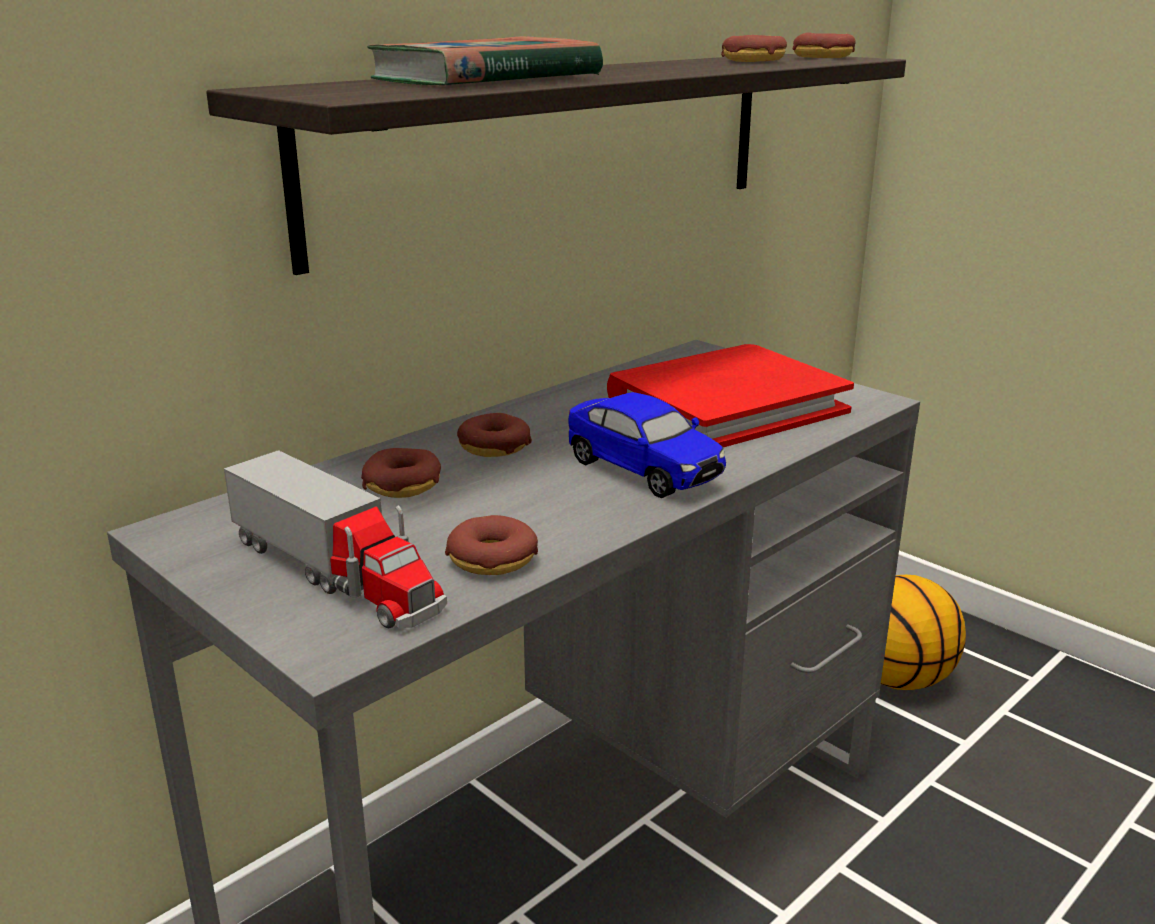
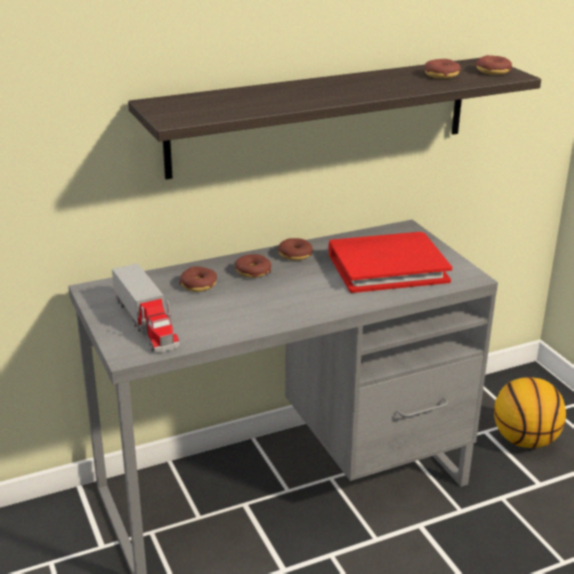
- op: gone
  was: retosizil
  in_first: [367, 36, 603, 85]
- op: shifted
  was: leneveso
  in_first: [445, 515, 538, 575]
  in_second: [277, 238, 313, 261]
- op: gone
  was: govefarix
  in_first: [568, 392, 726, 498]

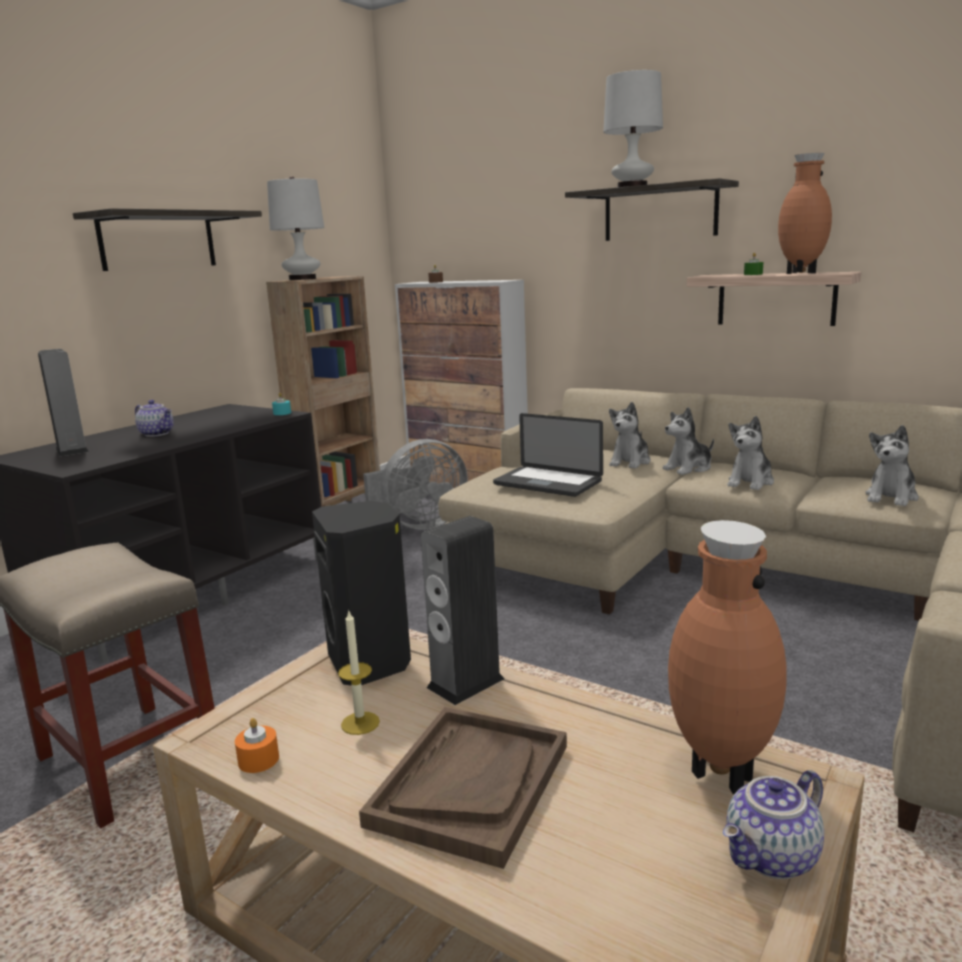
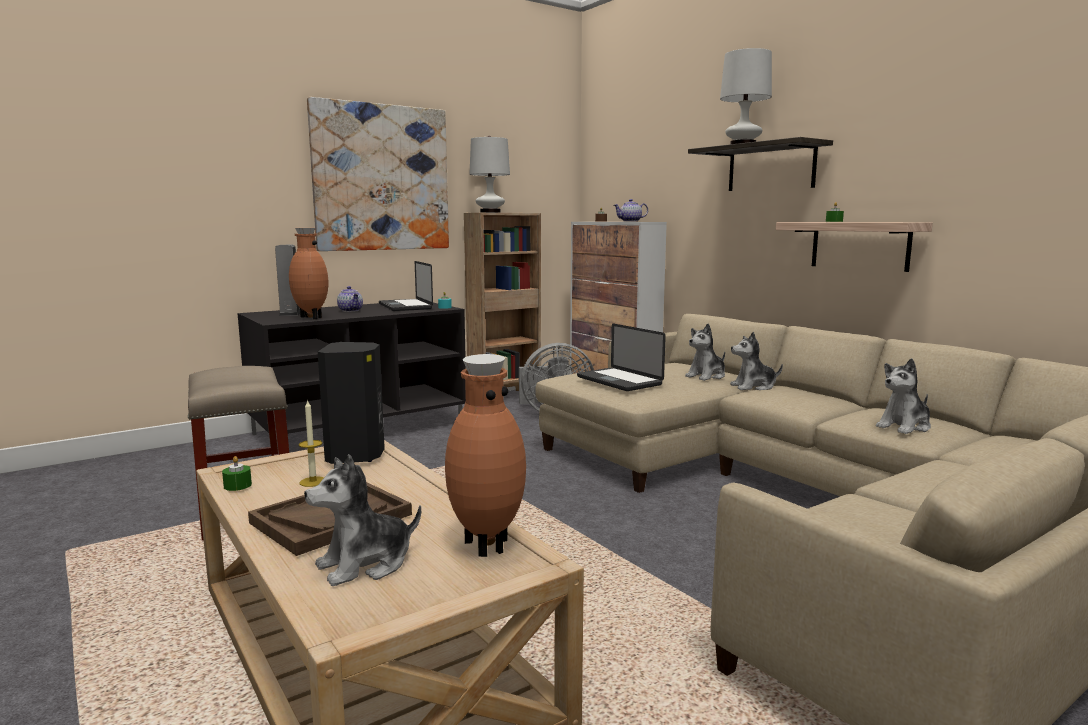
- op: swapped
  was: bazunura
  now: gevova
  in_first: [73, 208, 262, 271]
  in_second: [307, 97, 449, 251]
- op: repainted
  was: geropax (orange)
  now: geropax (green)
  in_first: [235, 718, 279, 773]
  in_second: [222, 456, 252, 491]
- op: gone
  was: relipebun
  in_first: [421, 516, 505, 705]
- op: shifted
  was: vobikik
  in_first: [723, 770, 824, 879]
  in_second: [614, 199, 648, 222]
- op: shifted
  was: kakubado
  in_first: [727, 416, 774, 490]
  in_second: [304, 454, 421, 586]
- op: shifted
  was: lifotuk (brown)
  in_first: [778, 153, 832, 274]
  in_second: [289, 228, 328, 319]
- op: new
  now: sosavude
  in_second: [379, 261, 433, 311]

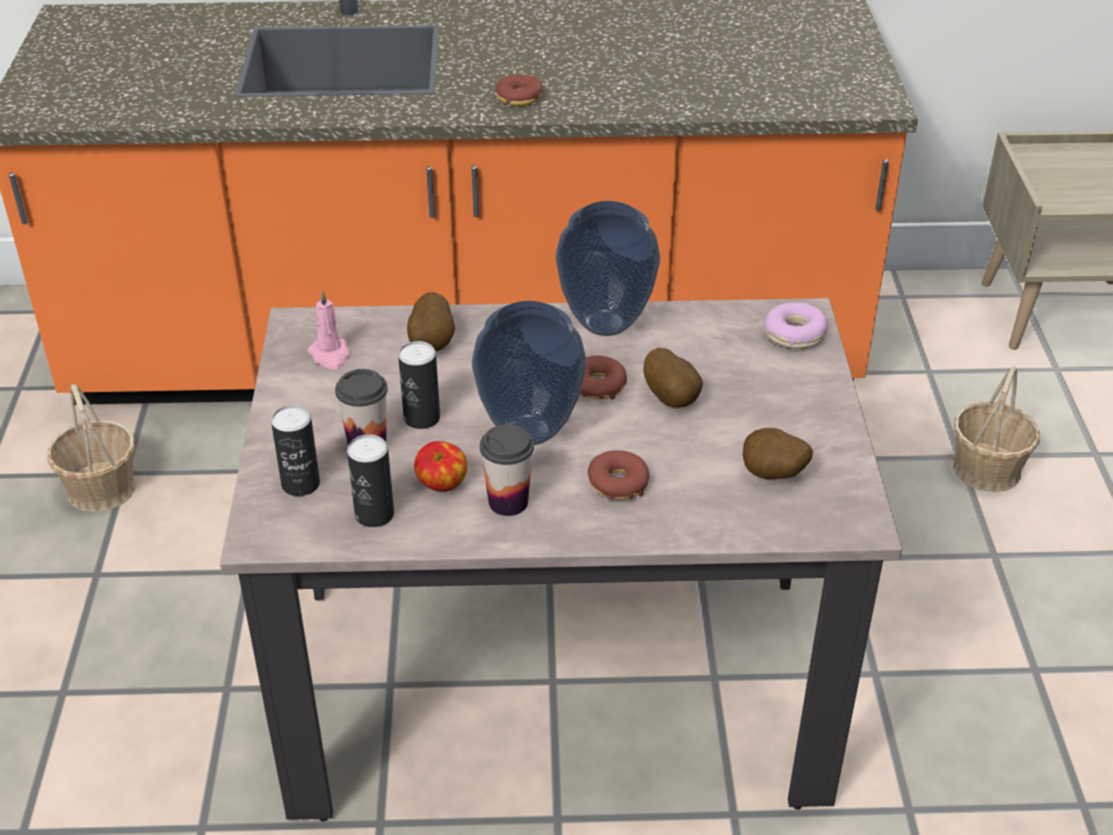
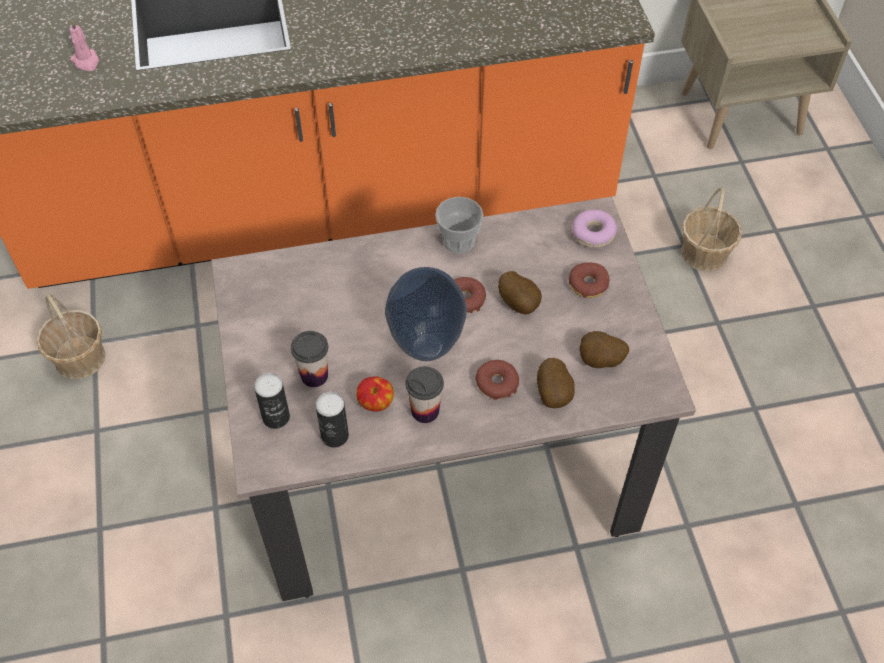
- op: shifted
  was: geropax (pink)
  in_first: [307, 290, 350, 369]
  in_second: [70, 19, 99, 71]
- op: gone
  was: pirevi
  in_first: [398, 341, 440, 429]
- op: shifted
  was: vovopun
  in_first: [407, 292, 455, 351]
  in_second: [537, 358, 575, 408]
- op: shifted
  was: leneveso
  in_first: [495, 75, 543, 106]
  in_second: [569, 263, 609, 298]
- op: swapped
  was: lifotuk
  now: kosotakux
  in_first: [556, 201, 660, 336]
  in_second: [435, 197, 484, 254]

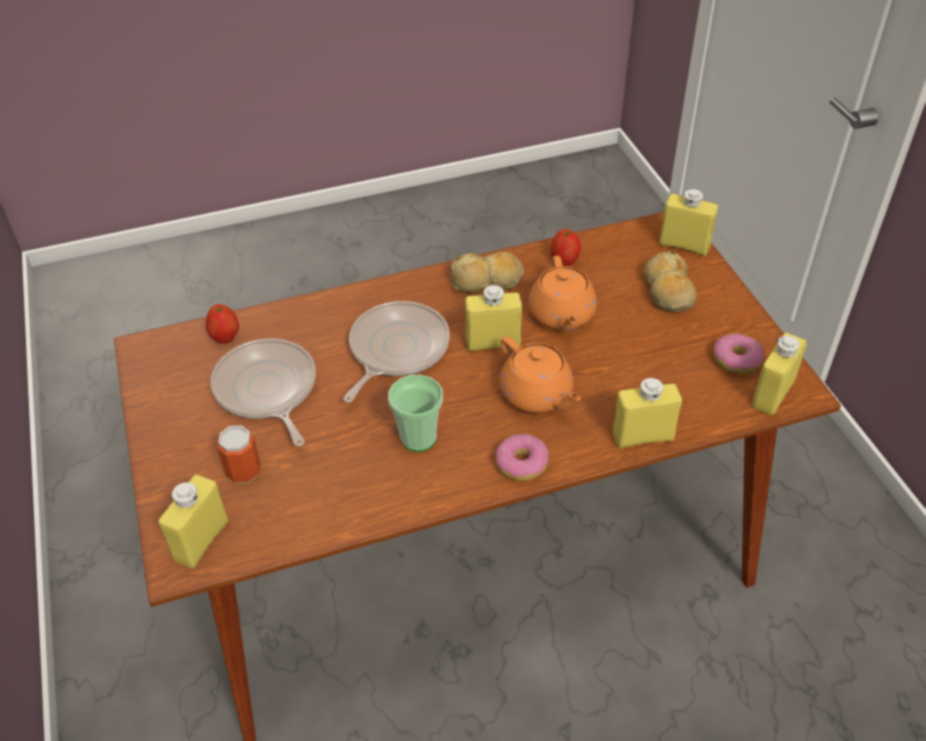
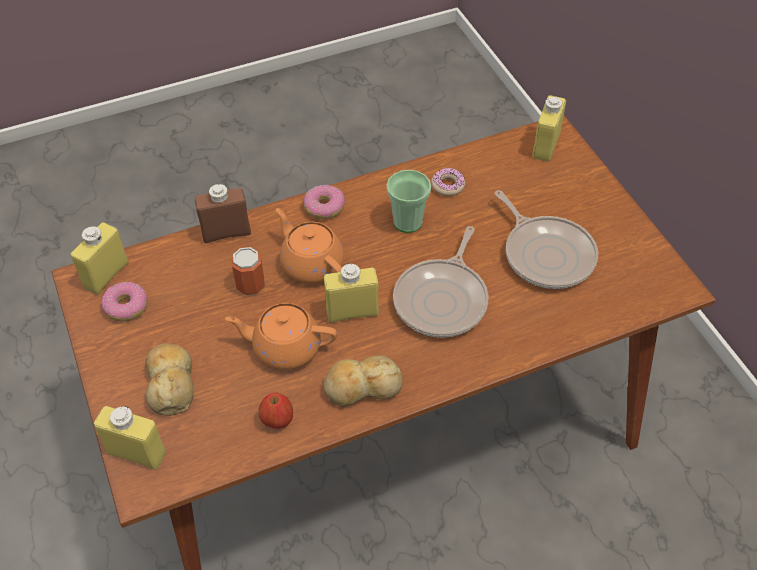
- op: gone
  was: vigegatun
  in_first: [206, 304, 239, 344]
- op: shifted
  was: pirevi
  in_first: [217, 425, 261, 483]
  in_second: [232, 247, 265, 296]
- op: rotated
  was: vobikik (orange)
  in_first: [528, 255, 597, 331]
  in_second: [225, 303, 337, 370]
  clockwise: -75
- op: repainted
  was: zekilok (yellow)
  now: zekilok (brown)
  in_first: [613, 378, 682, 448]
  in_second: [195, 183, 251, 243]
- op: new
  now: leneveso
  in_second: [431, 168, 465, 196]

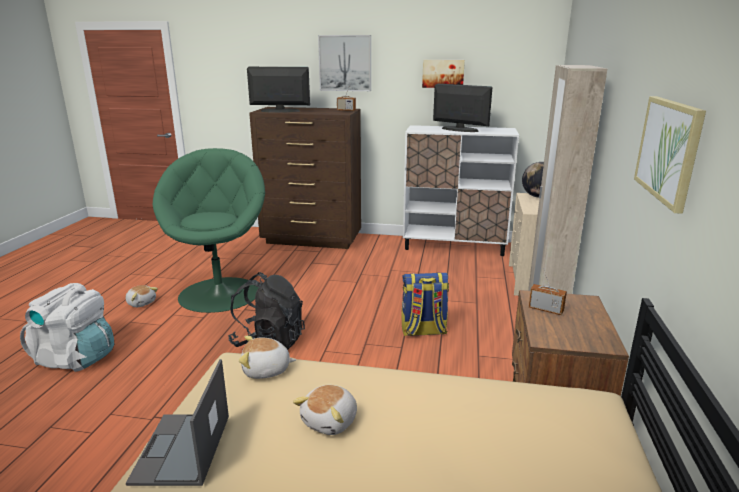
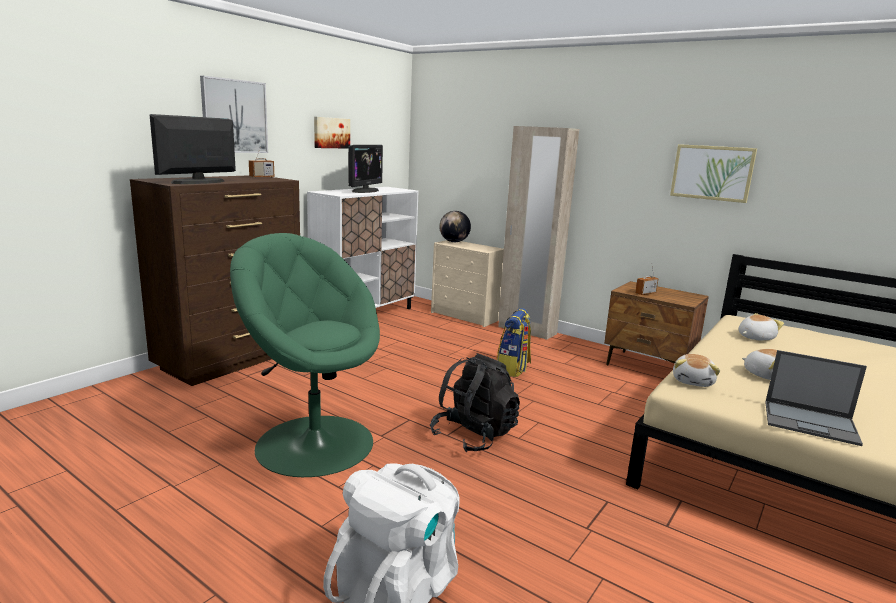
- op: shifted
  was: kakubado
  in_first: [125, 285, 158, 307]
  in_second: [738, 313, 784, 341]
- op: rotated
  was: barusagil
  in_first: [433, 84, 493, 132]
  in_second: [348, 145, 383, 193]
  clockwise: 135

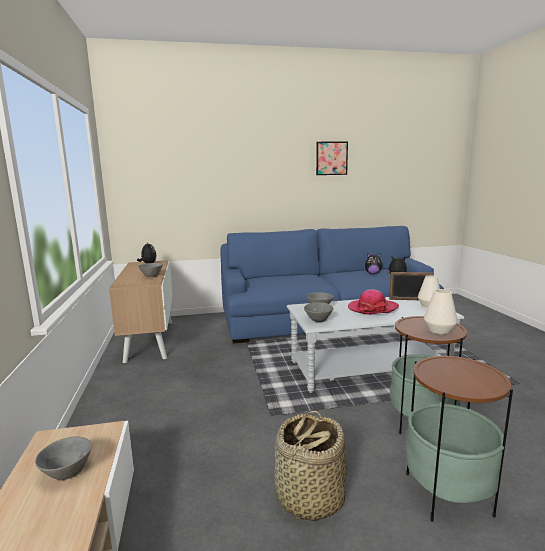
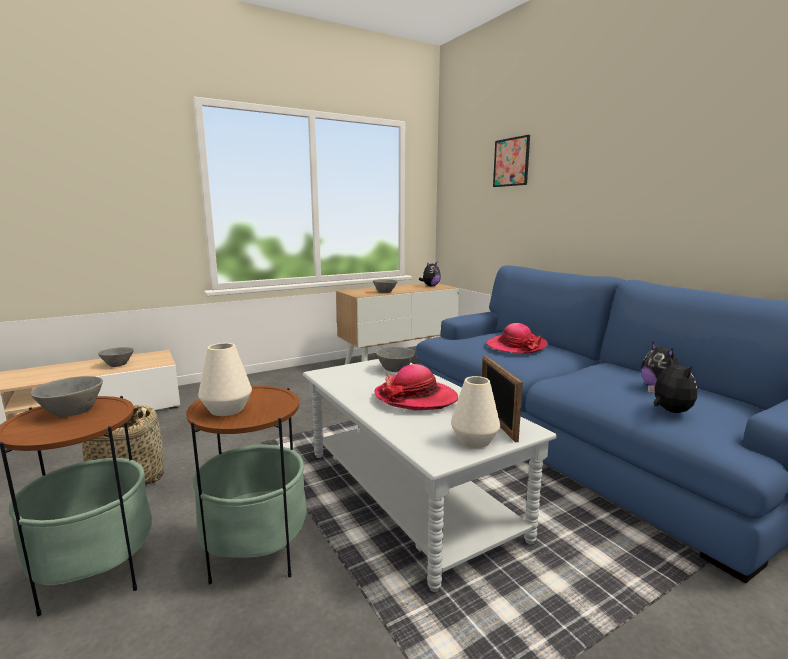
- op: shifted
  was: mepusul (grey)
  in_first: [304, 302, 333, 322]
  in_second: [31, 376, 103, 417]
- op: shifted
  was: gevova
  in_first: [316, 142, 348, 175]
  in_second: [493, 135, 530, 187]
- op: new
  now: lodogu
  in_second: [486, 323, 548, 354]

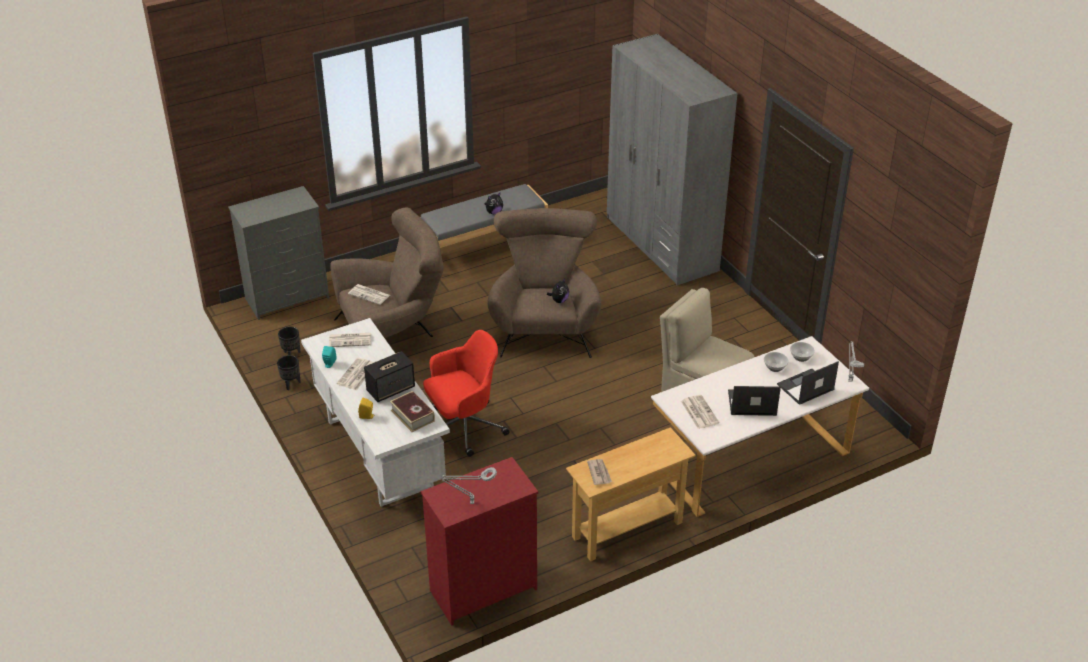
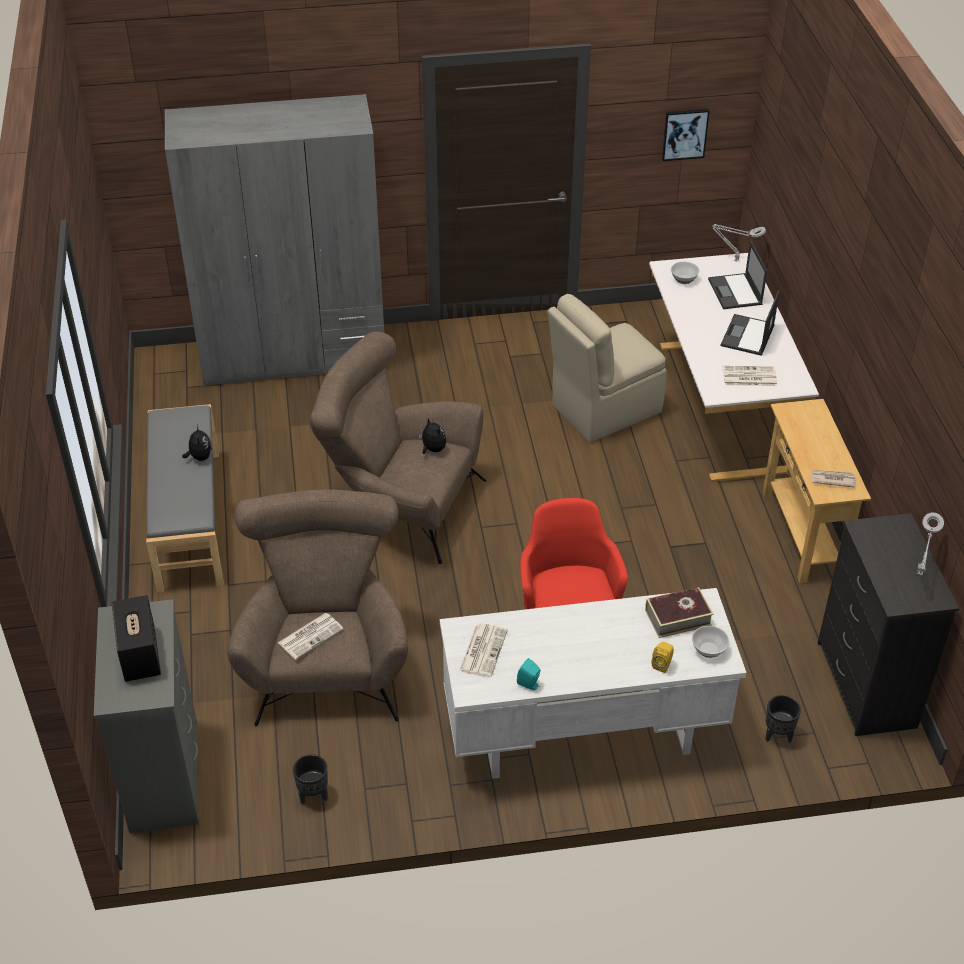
- op: shifted
  was: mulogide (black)
  in_first: [277, 355, 301, 390]
  in_second: [765, 695, 801, 743]
- op: gone
  was: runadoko
  in_first: [337, 358, 374, 390]
- op: shifted
  was: relipebun
  in_first: [364, 351, 415, 402]
  in_second: [112, 595, 161, 682]
- op: repainted
  was: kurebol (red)
  now: kurebol (black)
  in_first: [421, 457, 538, 626]
  in_second: [818, 513, 959, 736]
- op: shifted
  was: mepusul
  in_first: [764, 352, 789, 372]
  in_second: [692, 626, 729, 658]
- op: new
  now: gevova
  in_second: [662, 109, 710, 161]

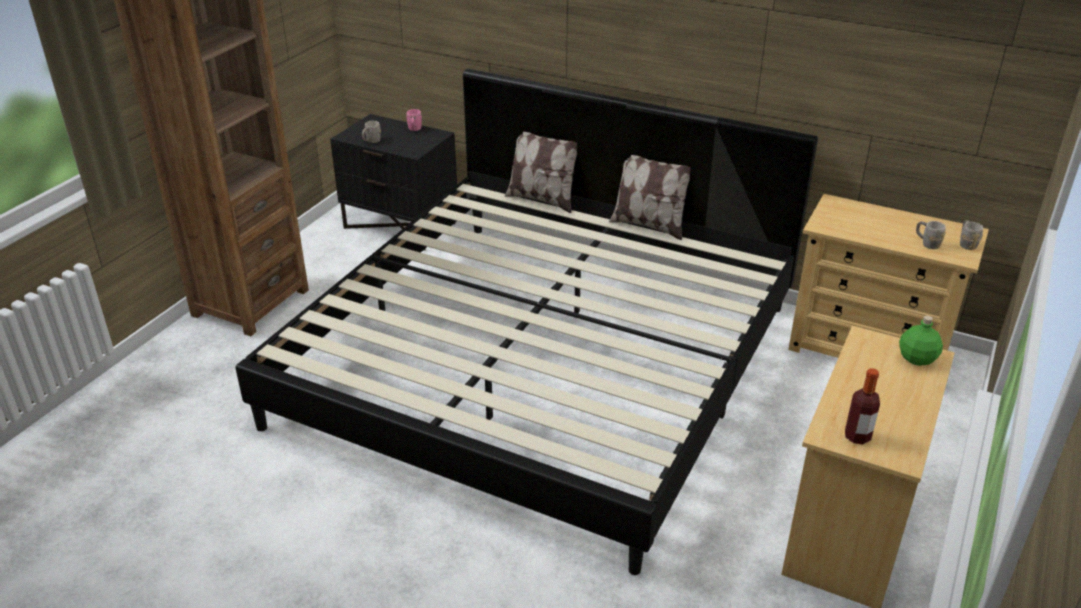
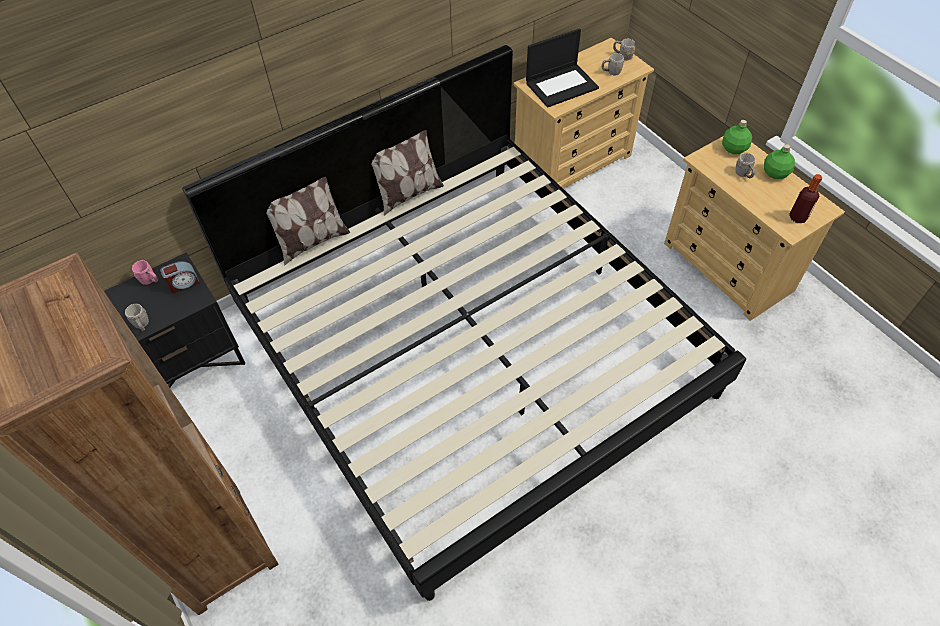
- op: new
  now: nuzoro
  in_second: [160, 261, 200, 293]
- op: new
  now: sosavude
  in_second: [526, 28, 599, 108]
- op: new
  now: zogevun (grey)
  in_second: [735, 153, 755, 178]
- op: new
  now: zekilok (green)
  in_second: [764, 144, 795, 179]

